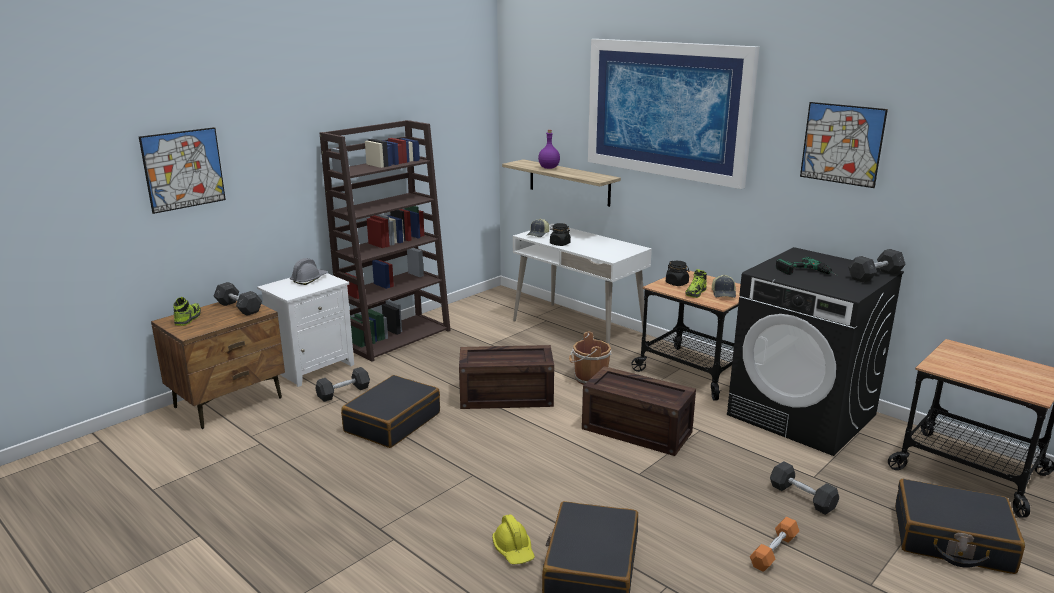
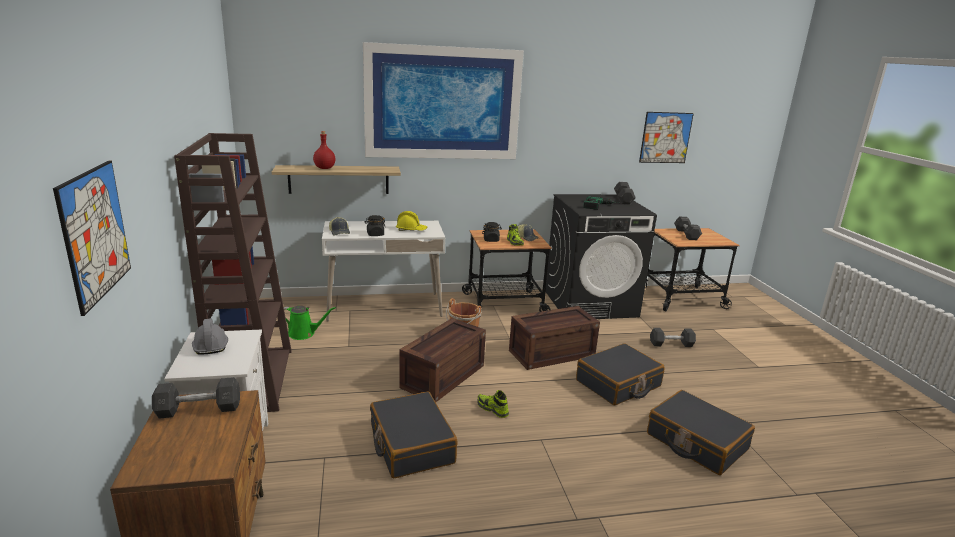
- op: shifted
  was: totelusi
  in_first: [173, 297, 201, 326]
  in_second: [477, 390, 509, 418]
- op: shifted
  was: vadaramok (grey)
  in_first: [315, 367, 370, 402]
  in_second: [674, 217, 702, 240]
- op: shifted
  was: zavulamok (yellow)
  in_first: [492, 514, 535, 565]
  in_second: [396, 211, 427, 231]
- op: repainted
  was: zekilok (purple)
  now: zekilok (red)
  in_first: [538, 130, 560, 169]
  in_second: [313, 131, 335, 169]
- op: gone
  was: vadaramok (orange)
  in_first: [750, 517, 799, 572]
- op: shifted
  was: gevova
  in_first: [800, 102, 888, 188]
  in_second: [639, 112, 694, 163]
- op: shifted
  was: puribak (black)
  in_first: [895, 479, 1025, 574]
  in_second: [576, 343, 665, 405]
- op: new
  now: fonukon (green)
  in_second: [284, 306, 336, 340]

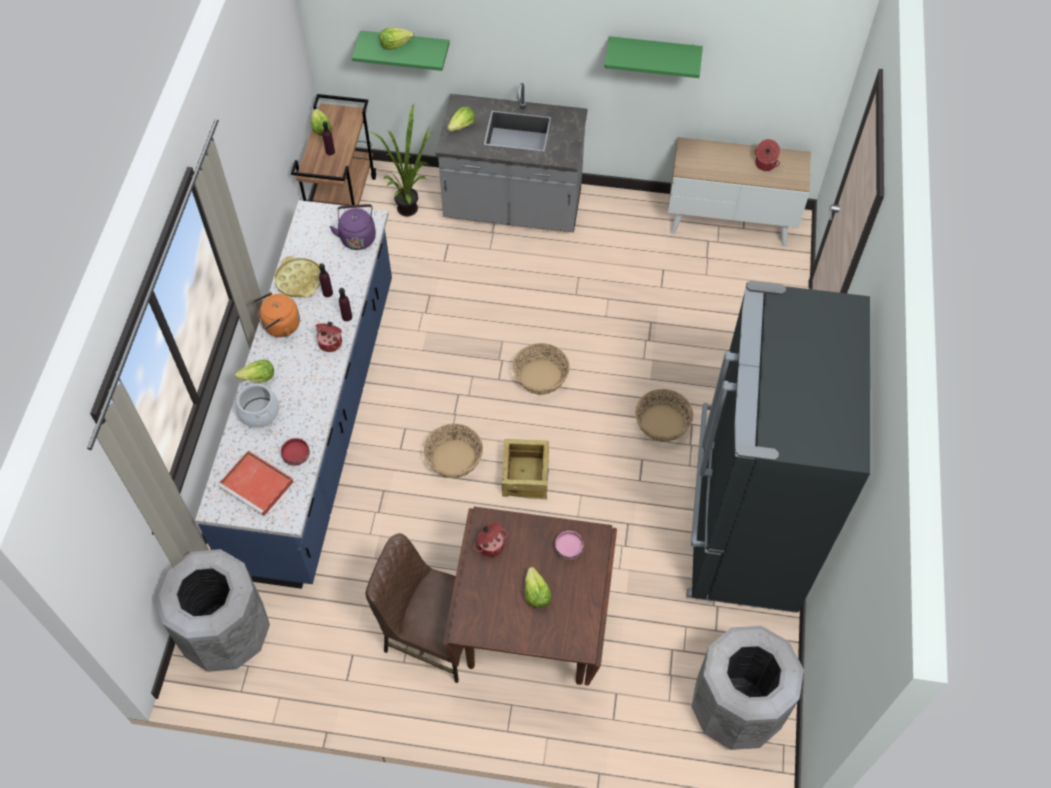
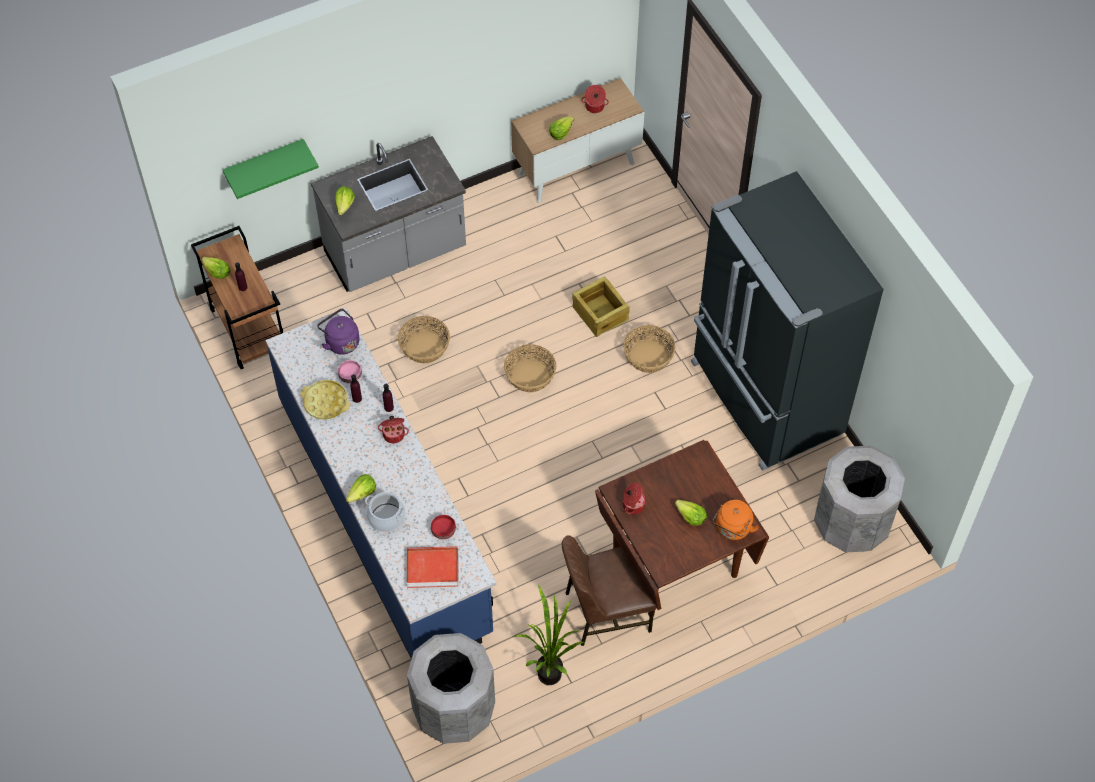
- op: shifted
  was: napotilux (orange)
  in_first: [252, 292, 300, 337]
  in_second: [712, 500, 760, 540]
- op: shifted
  was: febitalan
  in_first: [371, 104, 433, 217]
  in_second: [513, 585, 584, 685]
- op: shifted
  was: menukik
  in_first: [380, 28, 414, 50]
  in_second: [549, 116, 574, 140]
- op: shifted
  was: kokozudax
  in_first: [424, 424, 483, 478]
  in_second: [398, 316, 450, 363]
- op: shifted
  was: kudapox
  in_first: [502, 439, 549, 499]
  in_second: [572, 276, 630, 337]
- op: shifted
  was: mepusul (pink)
  in_first: [555, 531, 584, 560]
  in_second: [338, 360, 362, 383]
- op: gone
  was: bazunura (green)
  in_first: [604, 36, 703, 78]

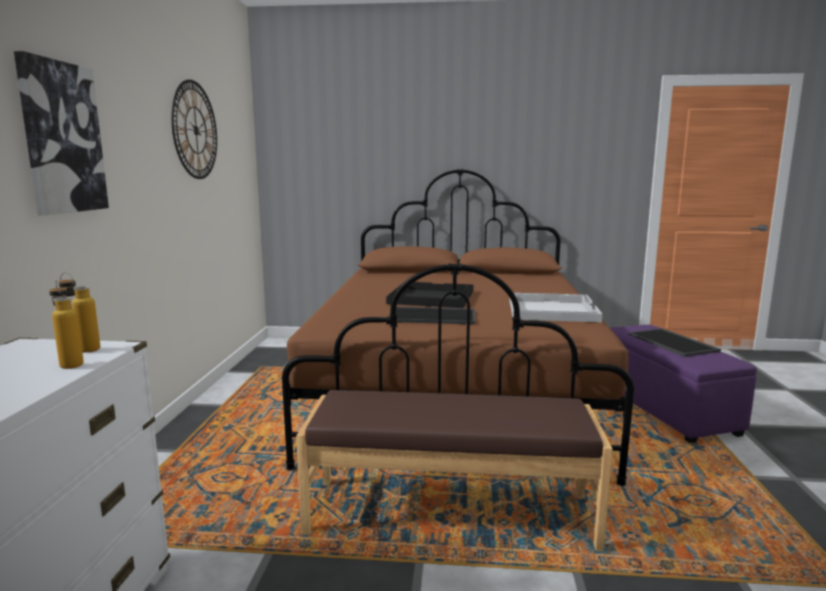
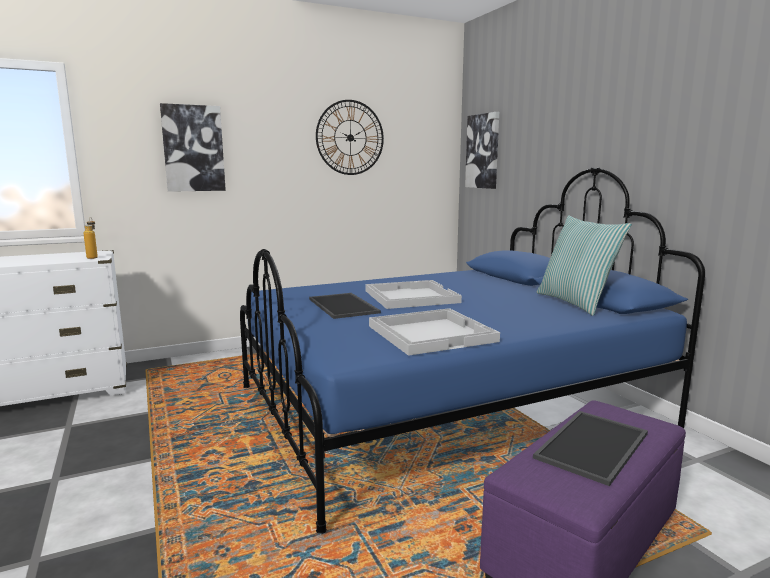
- op: gone
  was: zekilok
  in_first: [49, 280, 84, 369]
- op: repainted
  was: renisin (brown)
  now: renisin (blue)
  in_first: [282, 169, 634, 486]
  in_second: [240, 168, 705, 534]
- op: gone
  was: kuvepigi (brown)
  in_first: [296, 390, 613, 552]
- op: repainted
  was: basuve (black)
  now: basuve (white)
  in_first: [386, 282, 473, 308]
  in_second: [365, 280, 462, 309]
- op: new
  now: gevova
  in_second: [465, 112, 499, 189]
- op: new
  now: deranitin
  in_second: [537, 215, 632, 316]

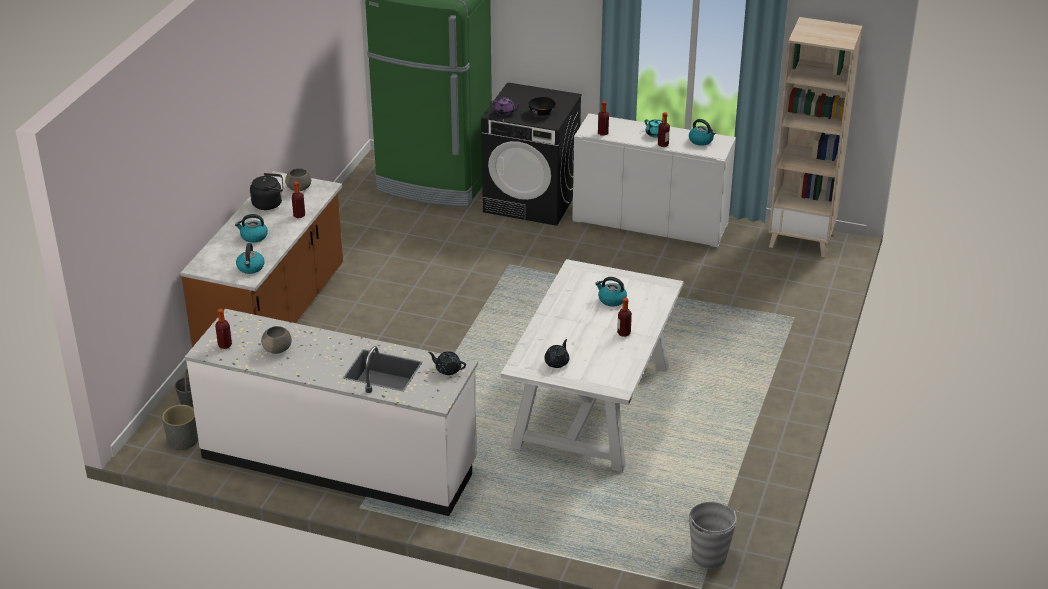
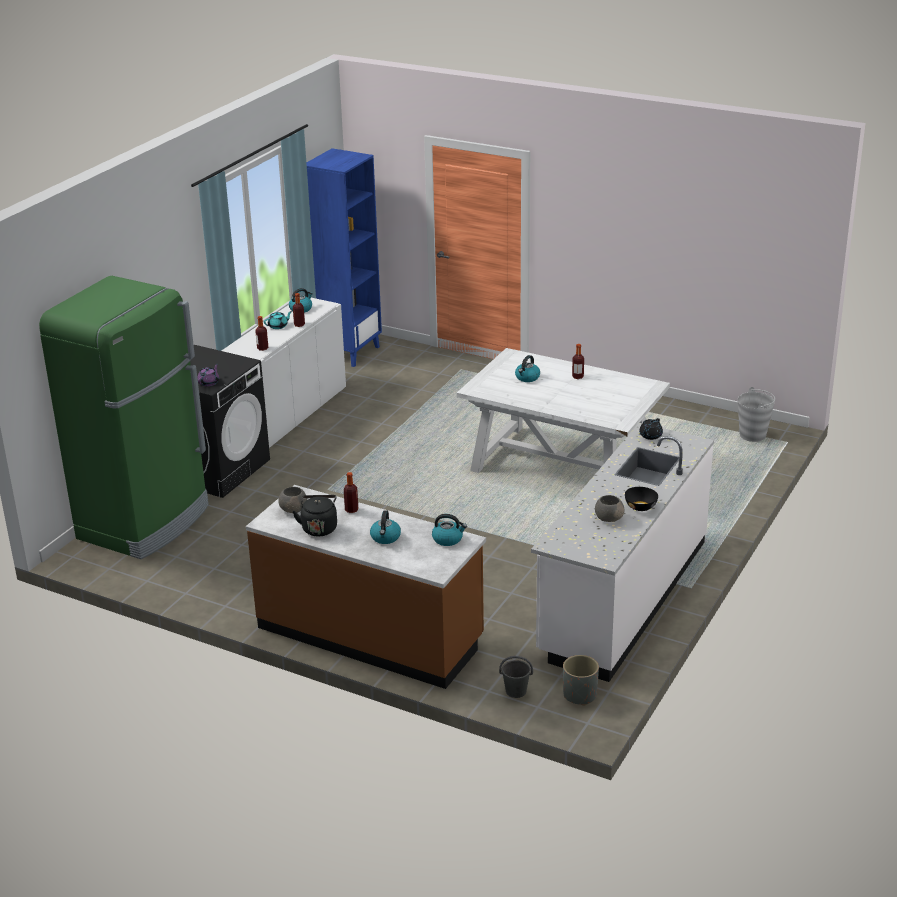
- op: gone
  was: zekilok
  in_first: [215, 309, 232, 349]
- op: shifted
  was: mepusul (black)
  in_first: [528, 97, 555, 116]
  in_second: [625, 487, 658, 511]
- op: gone
  was: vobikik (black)
  in_first: [544, 339, 569, 368]
- op: repainted
  was: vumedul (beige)
  now: vumedul (blue)
  in_first: [769, 17, 862, 257]
  in_second: [306, 148, 382, 367]

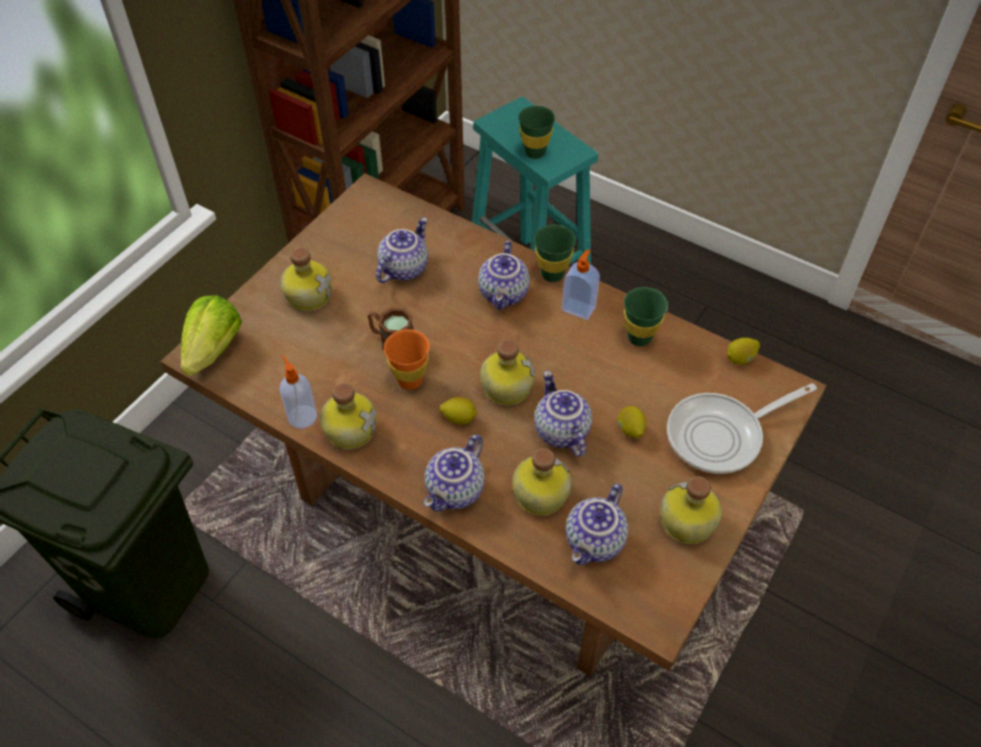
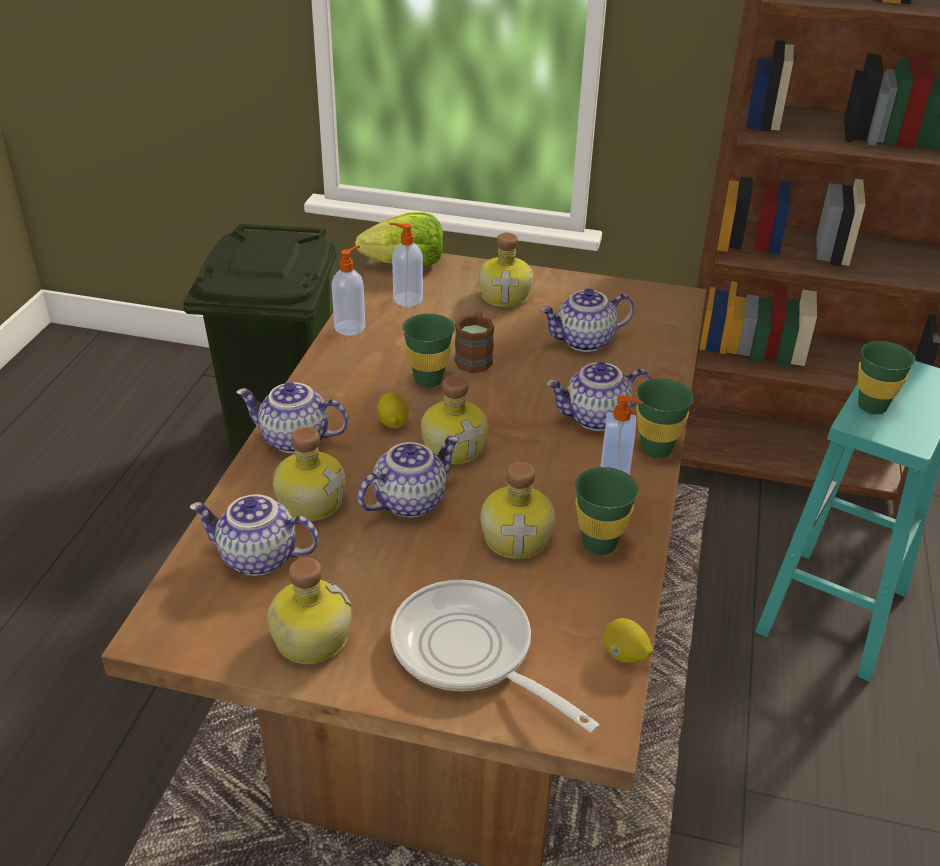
- op: shifted
  was: zekilok
  in_first: [320, 383, 377, 449]
  in_second: [481, 462, 555, 559]
- op: rotated
  was: vobikik
  in_first: [376, 217, 428, 283]
  in_second: [540, 289, 634, 352]
  clockwise: 150
- op: repainted
  was: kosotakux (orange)
  now: kosotakux (green)
  in_first: [384, 329, 430, 390]
  in_second: [402, 314, 454, 387]
- op: gone
  was: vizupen
  in_first: [618, 406, 646, 438]
- op: new
  now: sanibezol
  in_second: [389, 223, 423, 307]

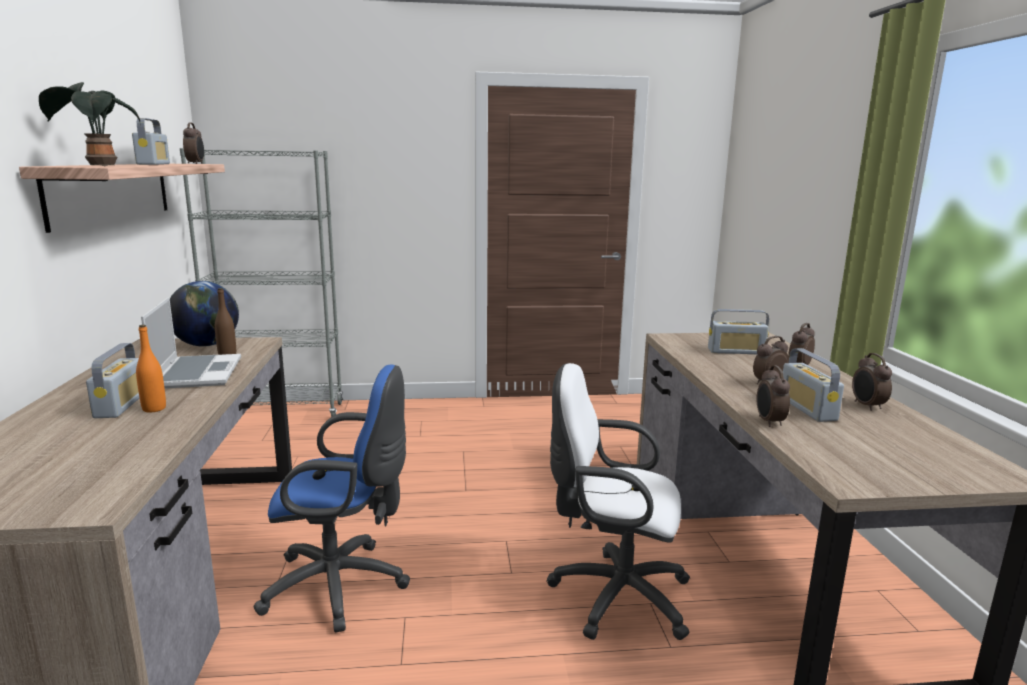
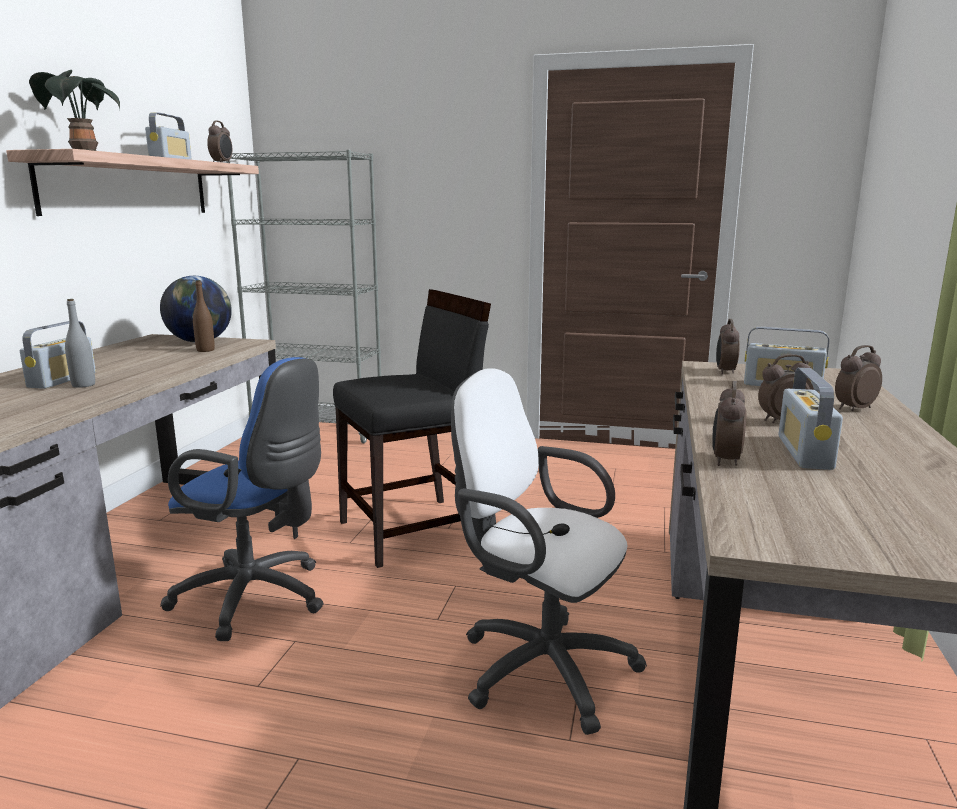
- op: repainted
  was: zekilok (orange)
  now: zekilok (grey)
  in_first: [136, 325, 166, 412]
  in_second: [65, 299, 95, 388]
- op: gone
  was: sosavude
  in_first: [141, 297, 241, 389]
- op: shifted
  was: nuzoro
  in_first: [852, 353, 892, 411]
  in_second: [716, 319, 740, 374]
- op: new
  now: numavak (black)
  in_second: [333, 289, 491, 568]

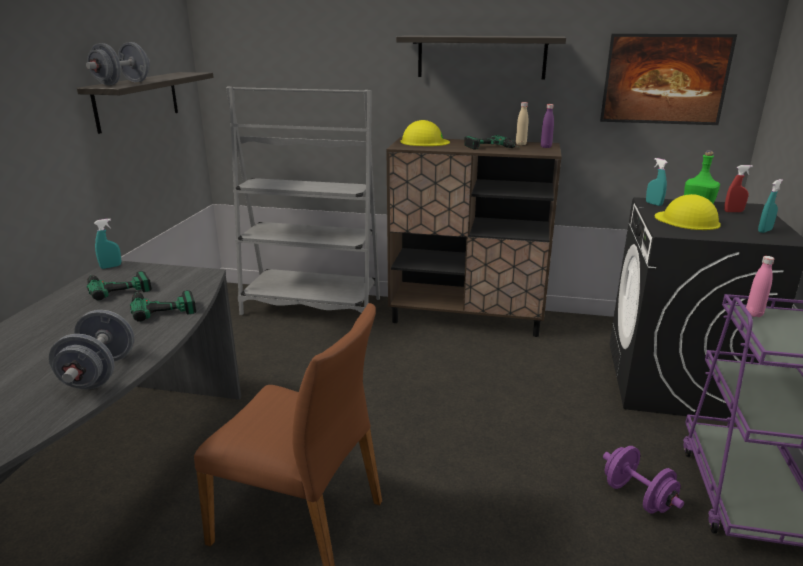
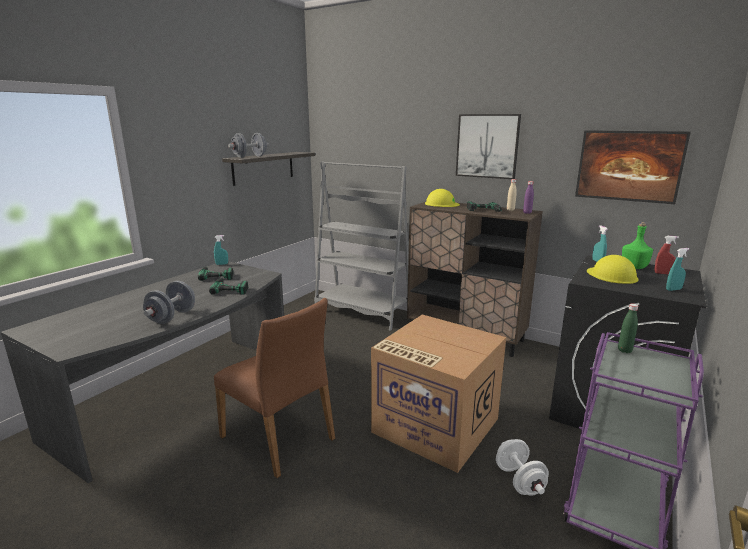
- op: swapped
  was: bazunura
  now: gevova
  in_first: [396, 36, 566, 79]
  in_second: [456, 114, 521, 179]
- op: repainted
  was: vadaramok (purple)
  now: vadaramok (white)
  in_first: [603, 446, 684, 514]
  in_second: [496, 439, 549, 496]
- op: repainted
  was: zekilok (pink)
  now: zekilok (green)
  in_first: [746, 256, 775, 317]
  in_second: [618, 304, 638, 353]
- op: new
  now: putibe
  in_second: [371, 314, 506, 473]

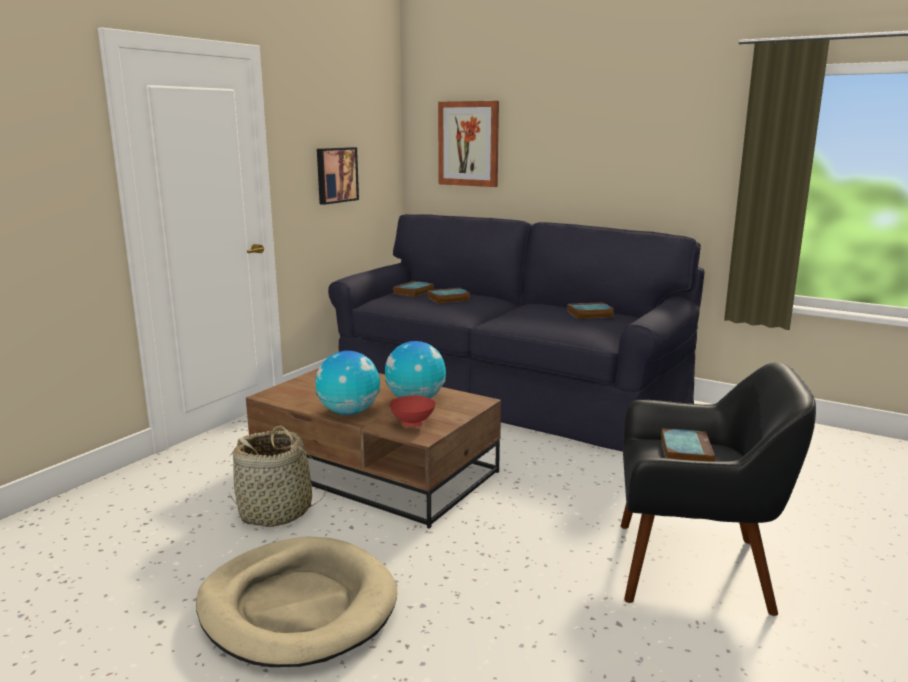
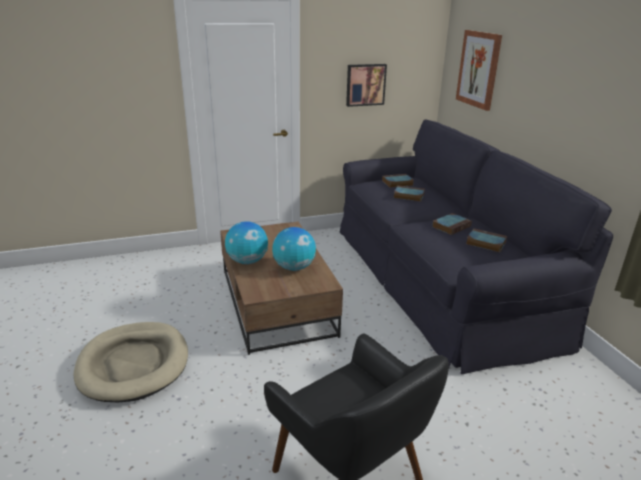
- op: gone
  was: kokozudax
  in_first: [229, 426, 326, 527]
- op: gone
  was: mepusul (red)
  in_first: [389, 396, 436, 427]
- op: shifted
  was: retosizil
  in_first: [661, 428, 715, 461]
  in_second: [433, 213, 472, 235]

